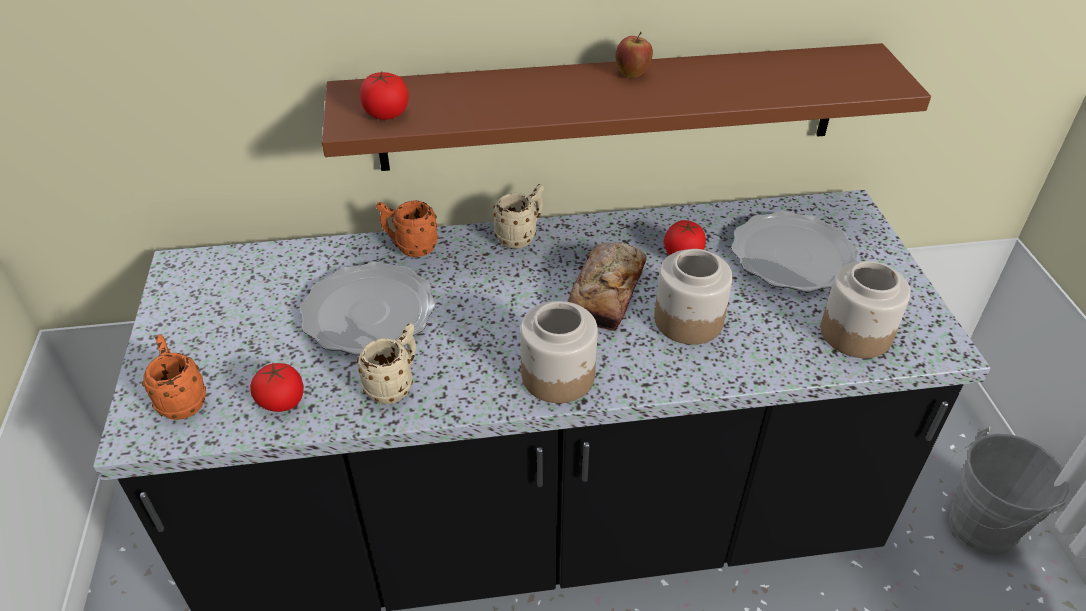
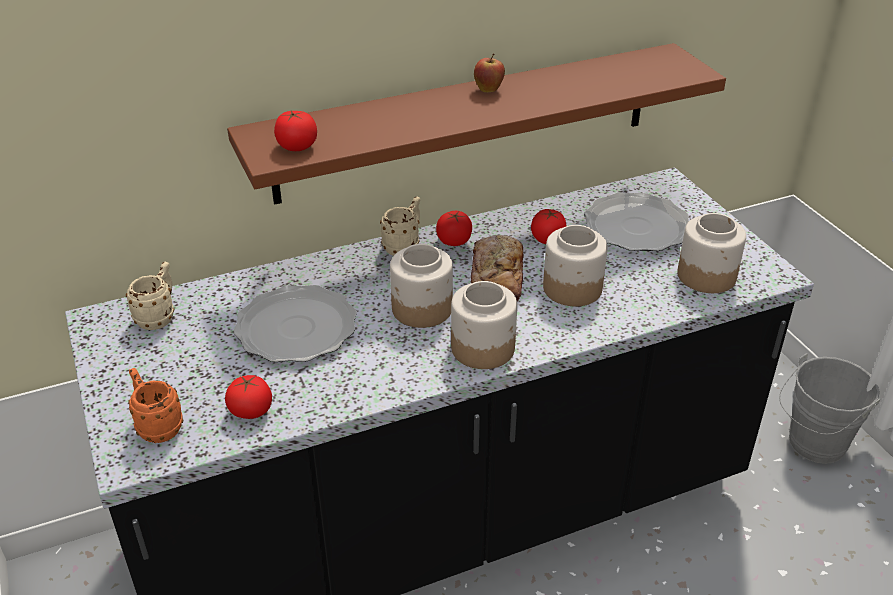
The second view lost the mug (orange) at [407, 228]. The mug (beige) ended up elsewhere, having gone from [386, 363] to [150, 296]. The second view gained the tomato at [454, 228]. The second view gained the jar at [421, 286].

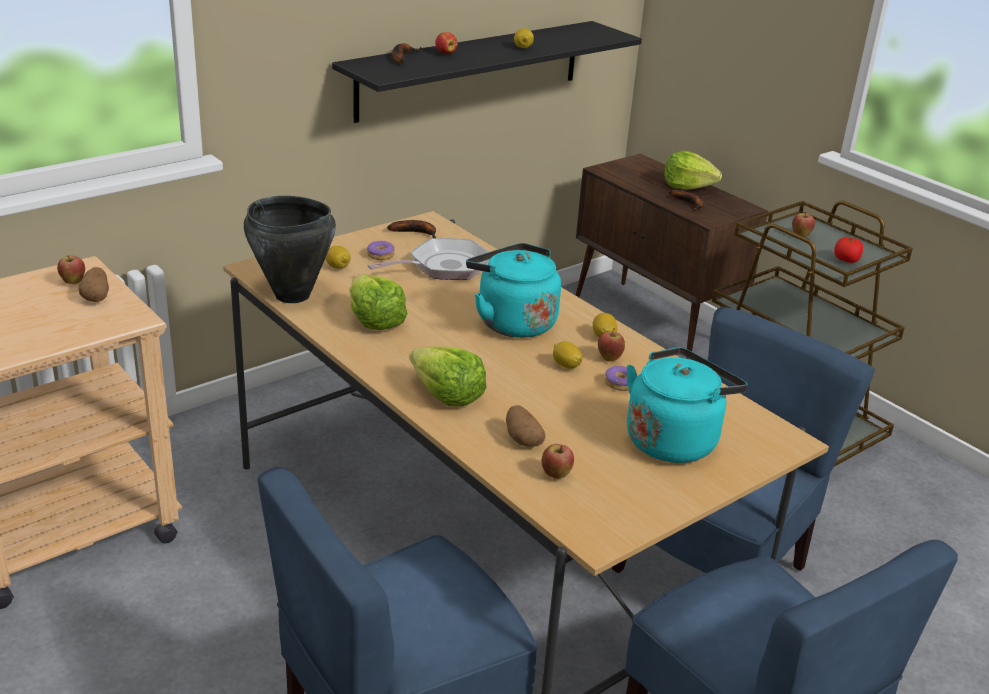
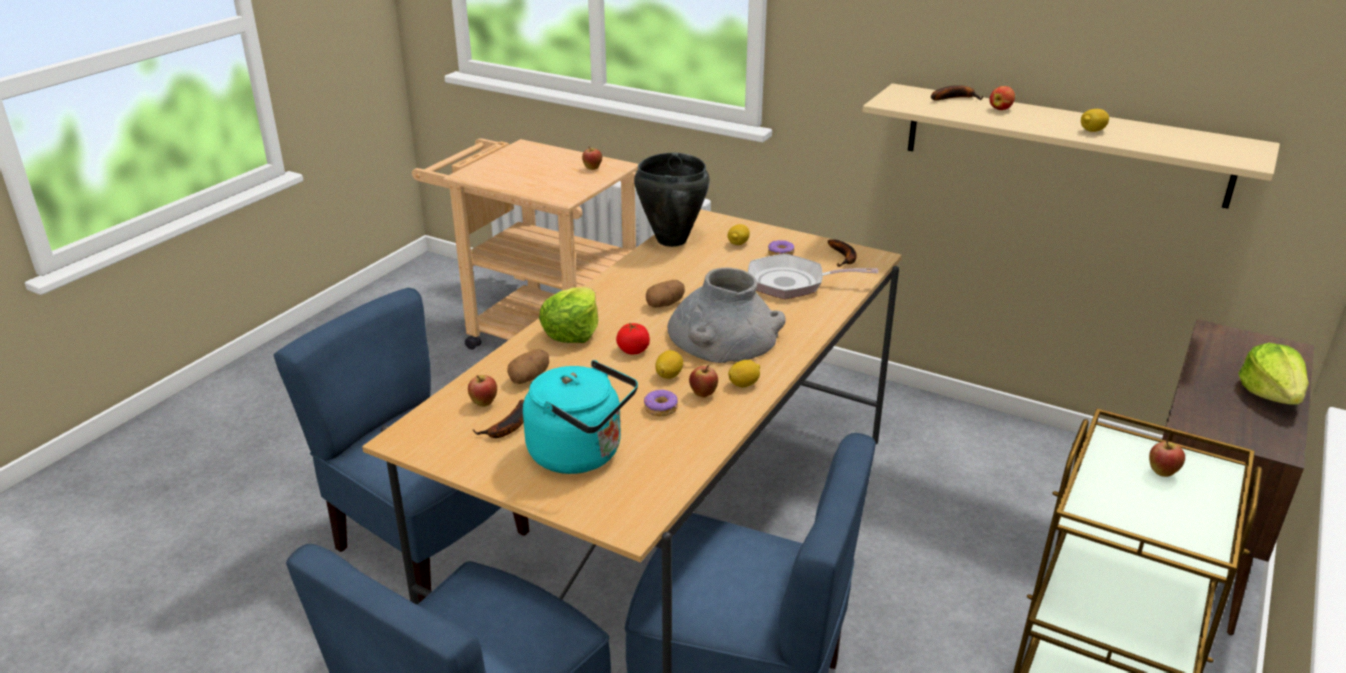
What was the shelf (black) at [487, 72] turned into the shelf (beige) at [1071, 146]. The banana ended up elsewhere, having gone from [686, 200] to [498, 418]. The tomato ended up elsewhere, having gone from [848, 249] to [633, 338]. The frying pan at [428, 259] ended up facing another way, 150 degrees clockwise from before. Where the kettle (turquoise) stood at [513, 290], the vase (grey) came to stand at [726, 315]. The potato ended up elsewhere, having gone from [93, 284] to [665, 294]. The second view lost the lettuce at [378, 302].

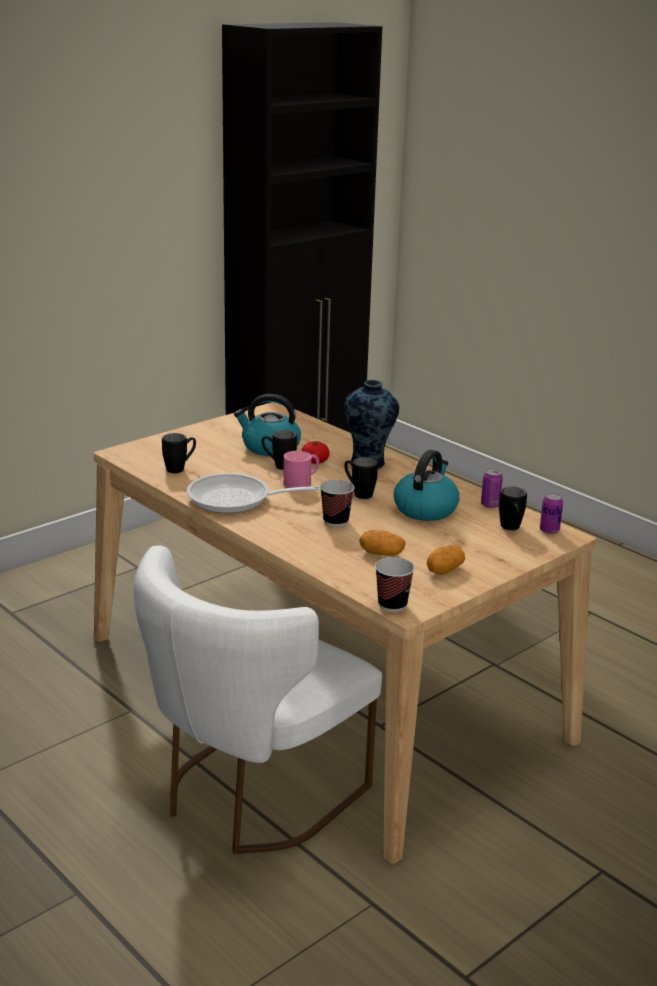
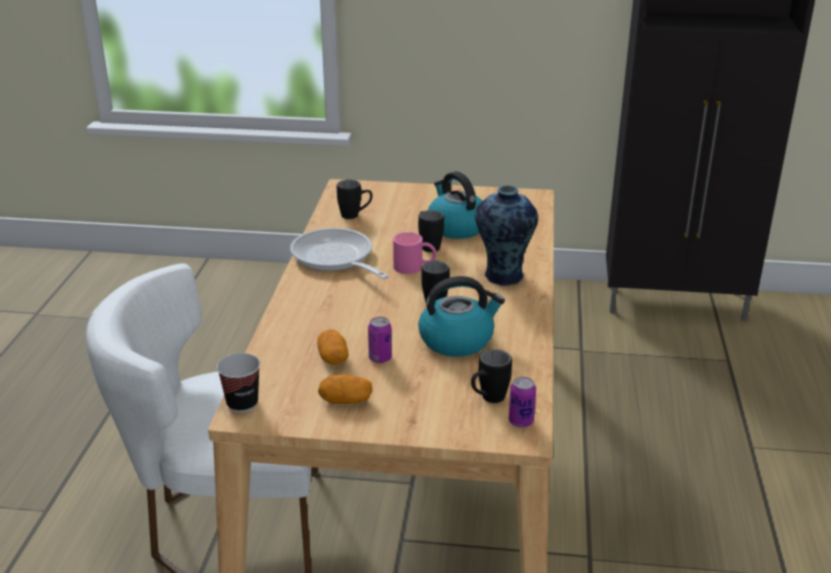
The second view lost the tomato at [315, 452]. The can ended up elsewhere, having gone from [492, 488] to [380, 340]. The second view lost the cup at [337, 503].

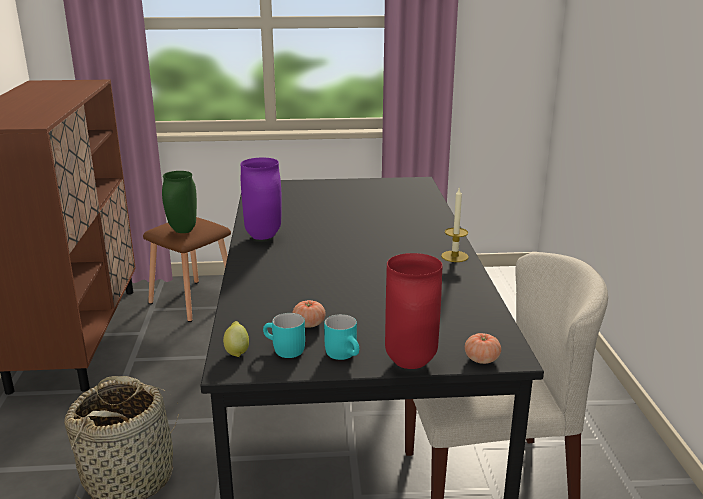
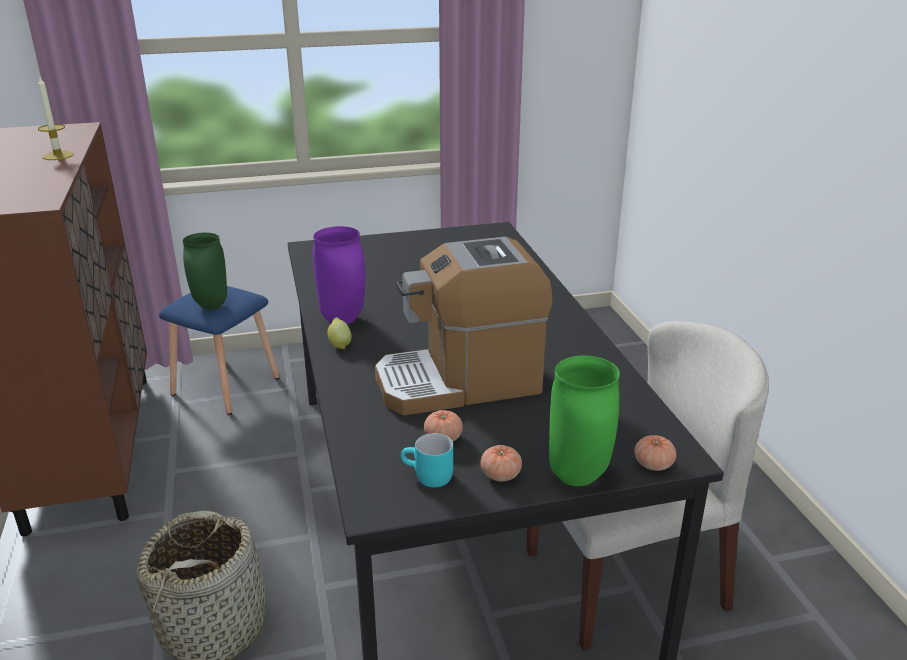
The candle ended up elsewhere, having gone from [455, 225] to [56, 117]. What was the stool (brown) at [187, 269] turned into the stool (blue) at [219, 350]. What was the vase (red) at [414, 311] turned into the vase (green) at [584, 421]. Where the mug (turquoise) stood at [341, 337], the tomato came to stand at [501, 463]. The lemon ended up elsewhere, having gone from [236, 339] to [339, 333]. The second view gained the coffee machine at [464, 326].

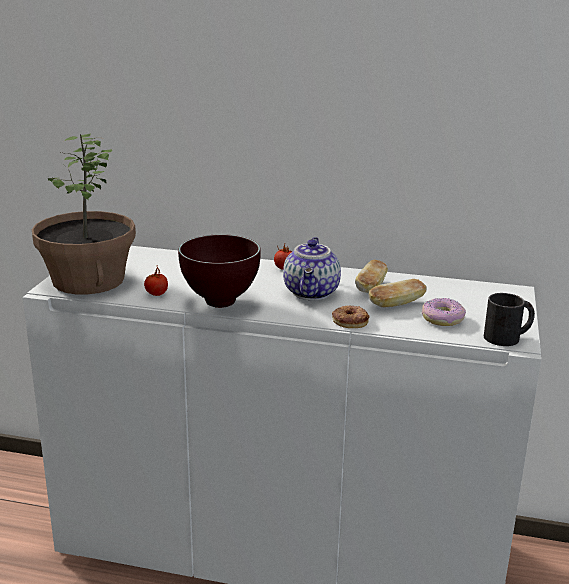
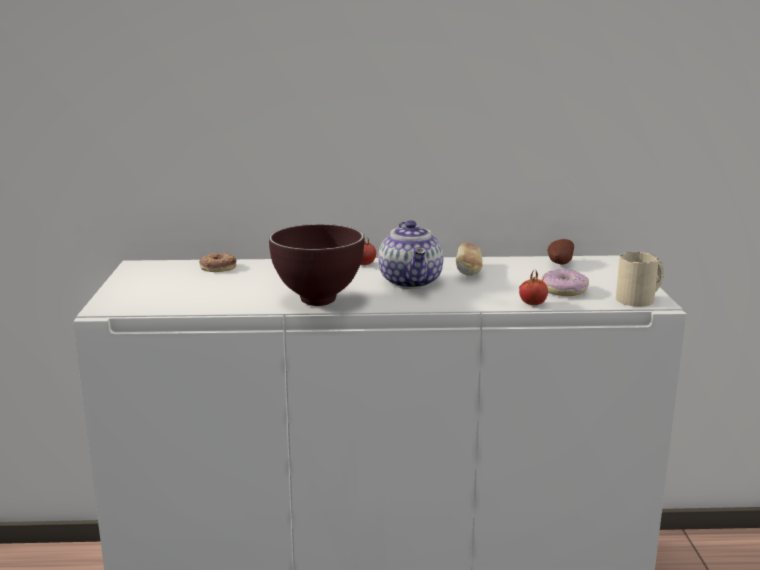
The second view lost the potted plant at [84, 214]. The tomato ended up elsewhere, having gone from [156, 281] to [533, 287]. The second view lost the bread at [397, 293]. What was the mug (black) at [509, 319] turned into the mug (beige) at [640, 279]. The donut ended up elsewhere, having gone from [350, 316] to [218, 262]. The second view gained the potato at [560, 252].

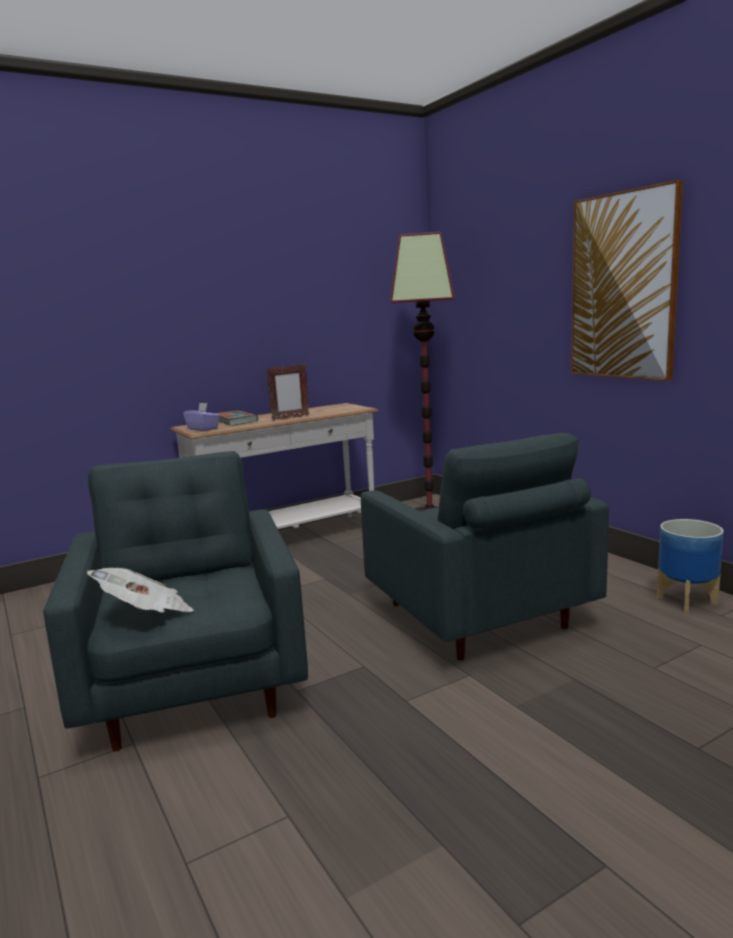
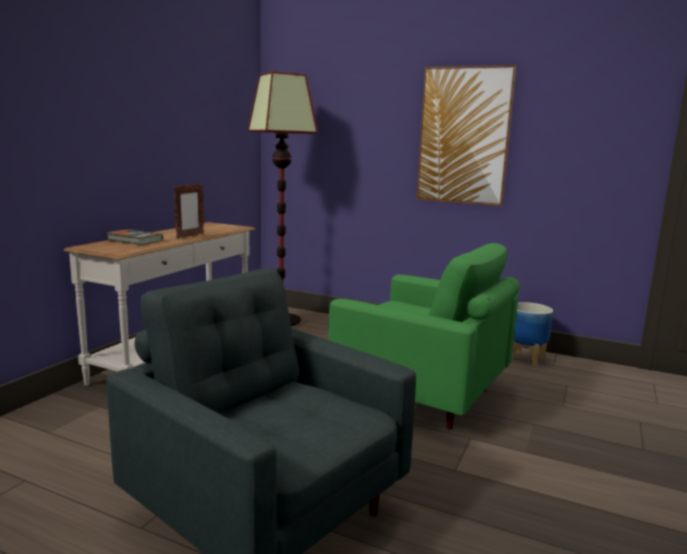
The second view lost the tissue box (purple) at [201, 417]. What was the armchair (grey) at [485, 546] turned into the armchair (green) at [424, 336]. The second view lost the newspaper at [140, 590].

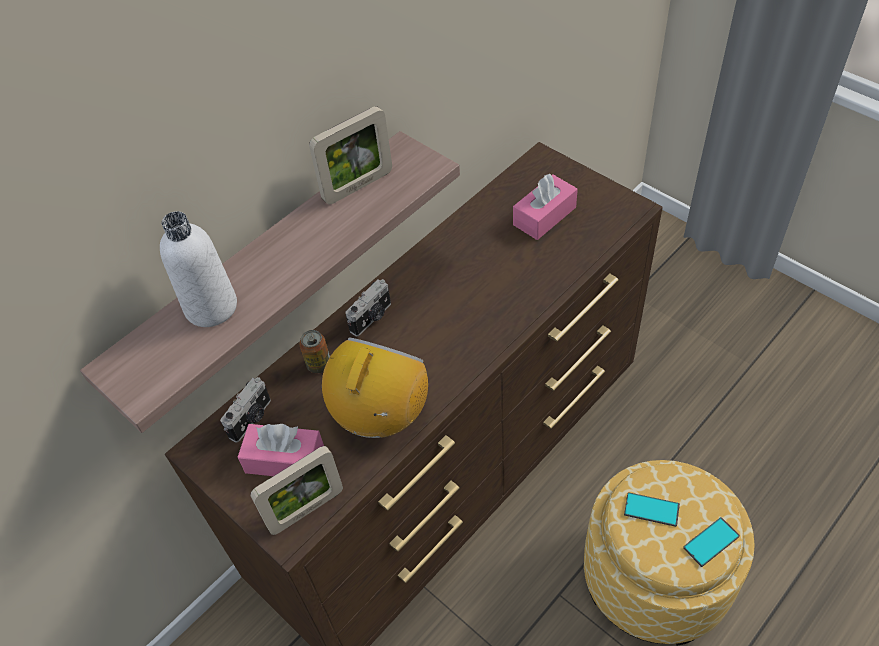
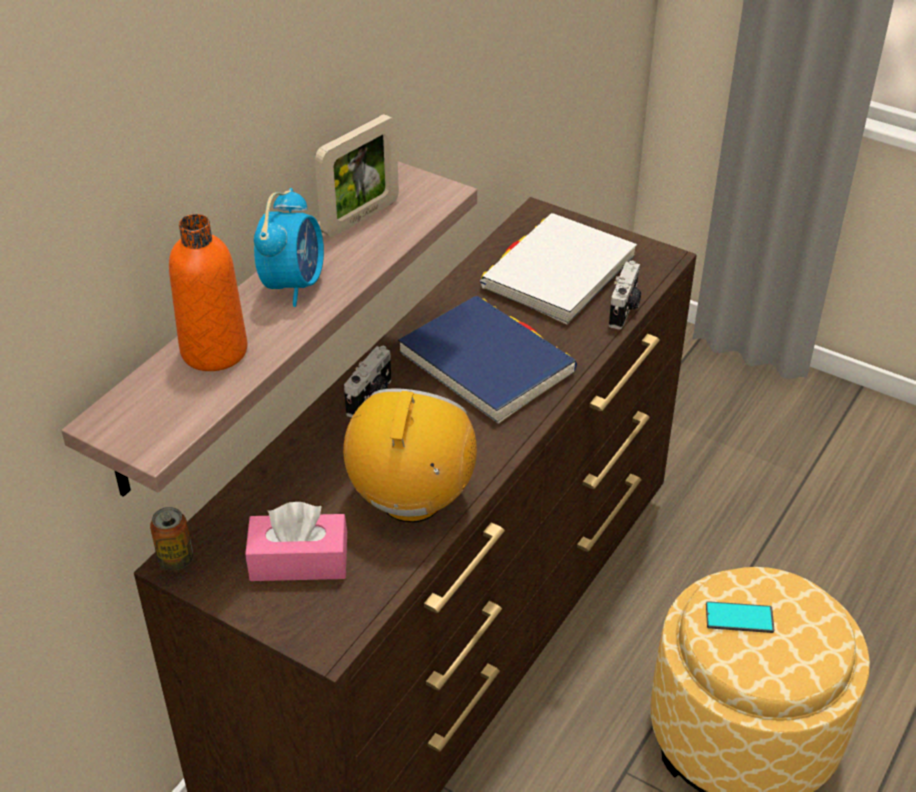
Where the tissue box (pink) stood at [545, 207], the book (white) came to stand at [558, 269]. What was the bottle (white) at [198, 269] turned into the bottle (orange) at [208, 292]. The can ended up elsewhere, having gone from [314, 351] to [171, 538]. The photo camera ended up elsewhere, having gone from [245, 410] to [625, 295]. The second view lost the picture frame at [296, 490]. The second view lost the phone at [711, 542]. The second view gained the alarm clock at [289, 247]. The second view gained the book (blue) at [487, 359].

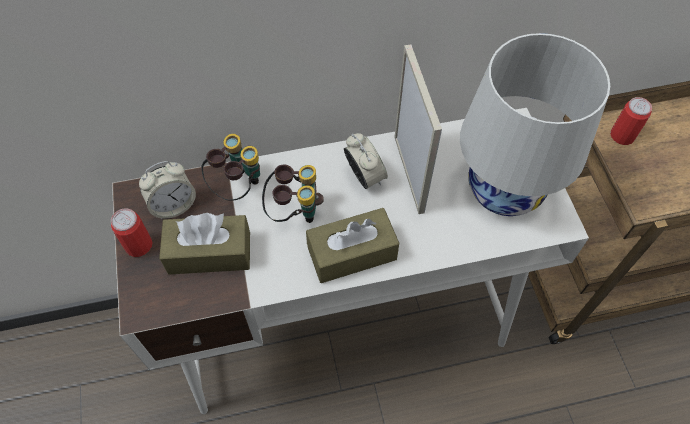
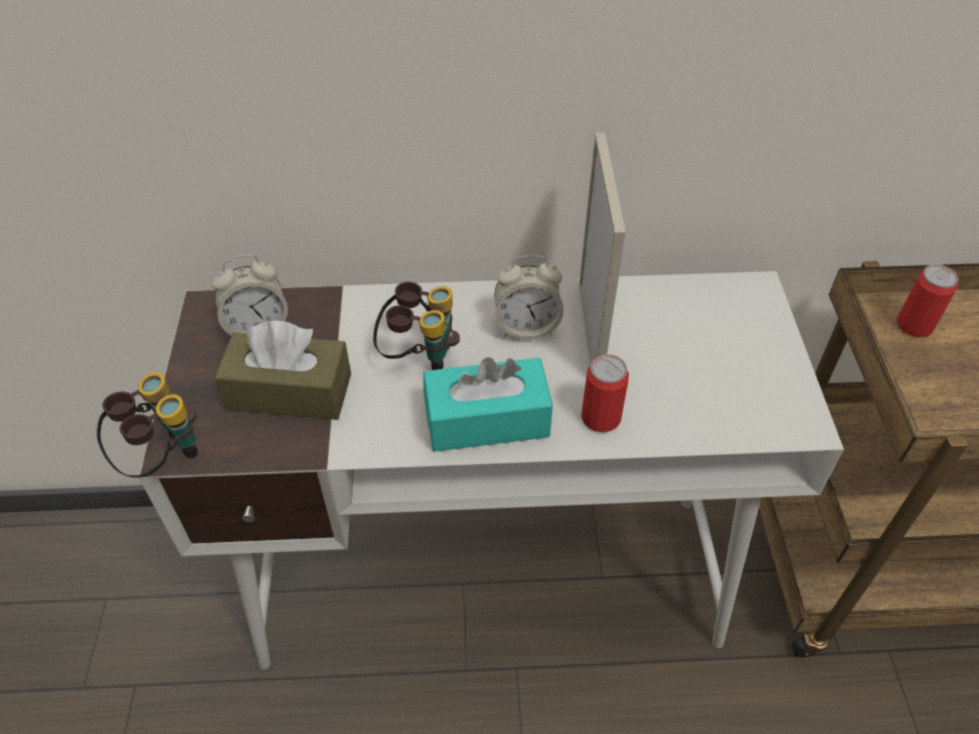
The second view lost the table lamp (white) at [535, 124]. The alarm clock at [366, 161] ended up facing another way, 105 degrees clockwise from before. The binoculars ended up elsewhere, having gone from [230, 167] to [147, 425]. The can ended up elsewhere, having gone from [131, 232] to [605, 393]. What was the tissue box (brown) at [352, 245] turned into the tissue box (turquoise) at [488, 404].

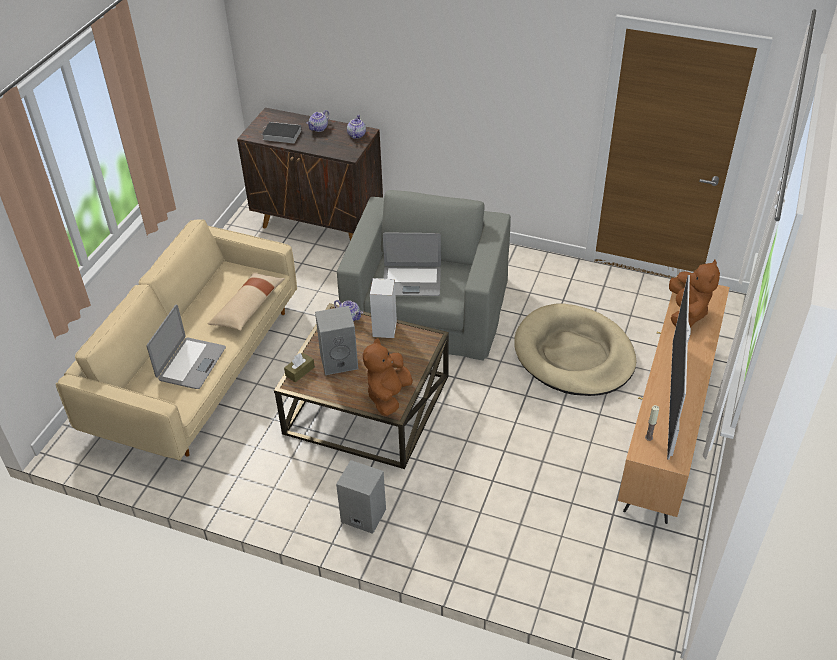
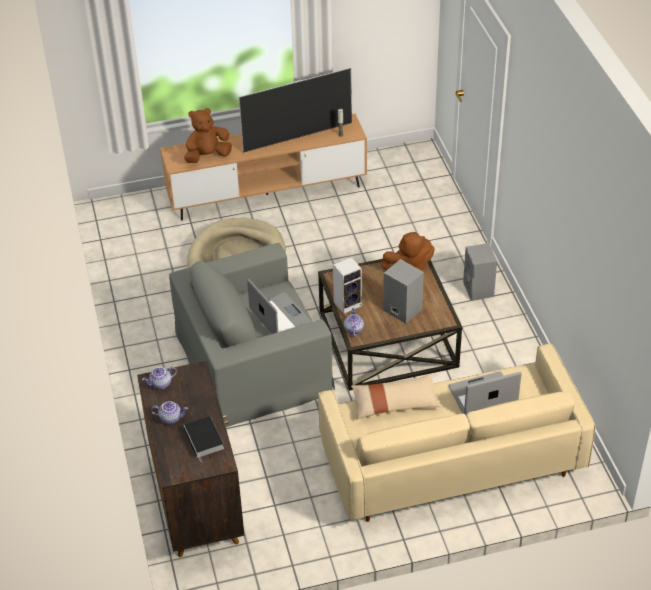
The second view lost the tissue box (brown) at [299, 367].

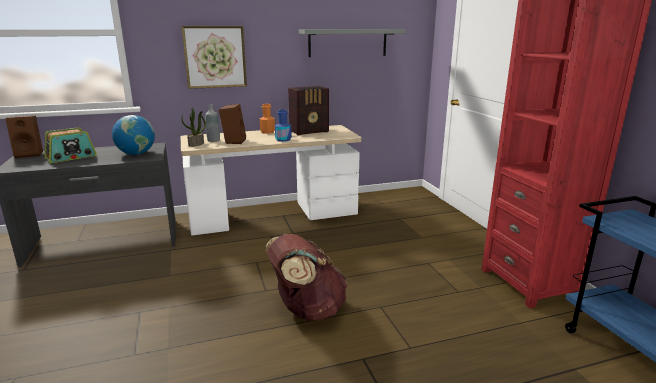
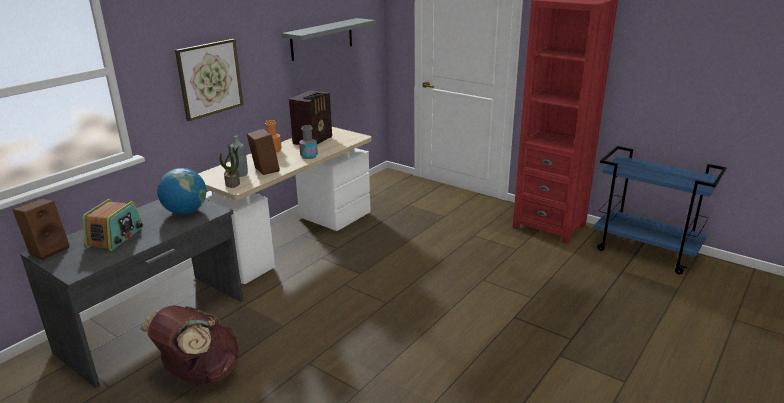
What was the bottle (blue) at [283, 126] turned into the bottle (grey) at [308, 142]. The backpack (brown) ended up elsewhere, having gone from [307, 277] to [189, 345].

